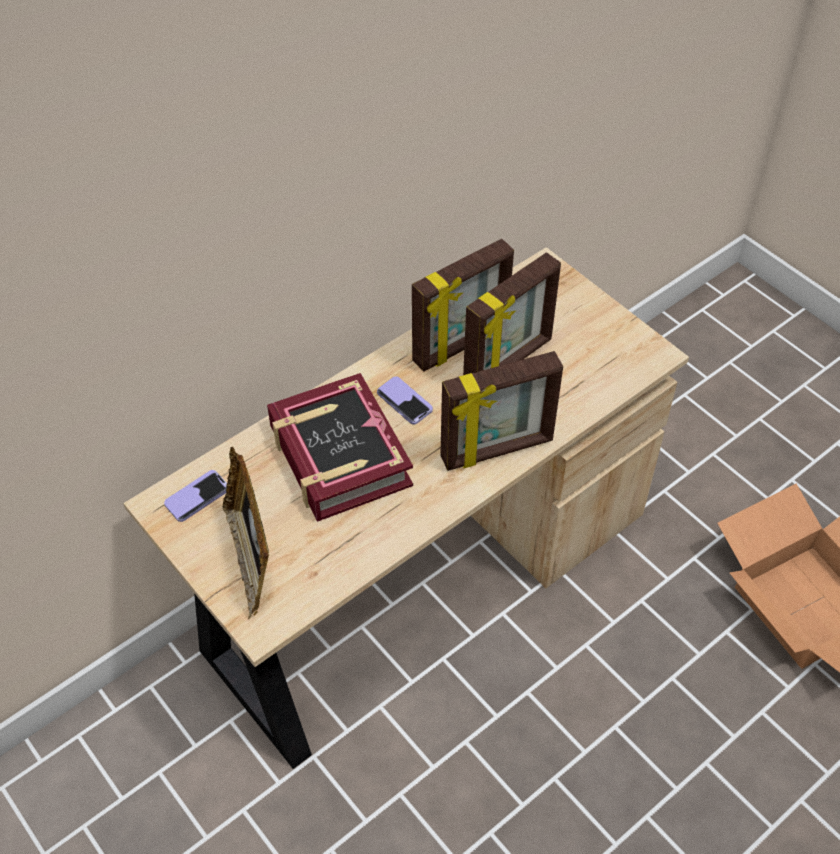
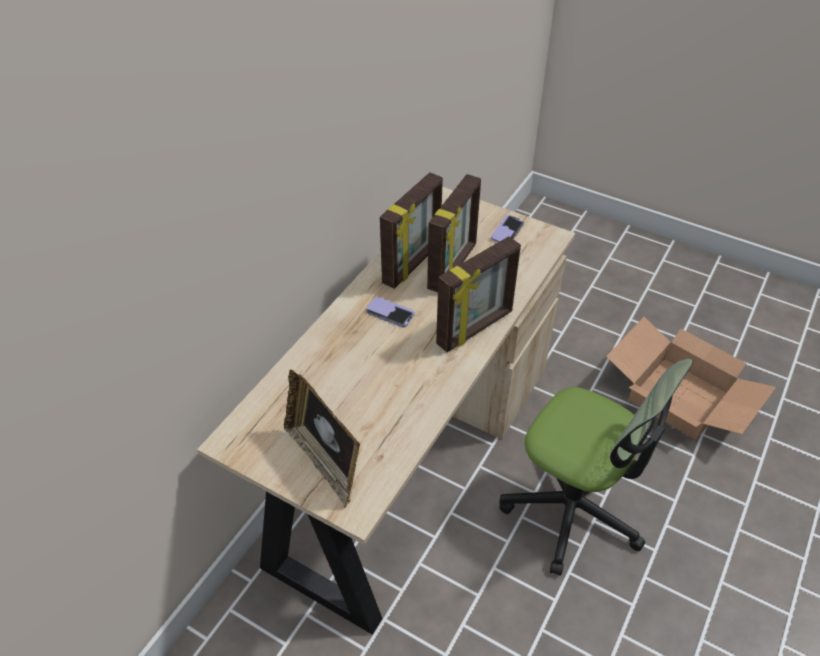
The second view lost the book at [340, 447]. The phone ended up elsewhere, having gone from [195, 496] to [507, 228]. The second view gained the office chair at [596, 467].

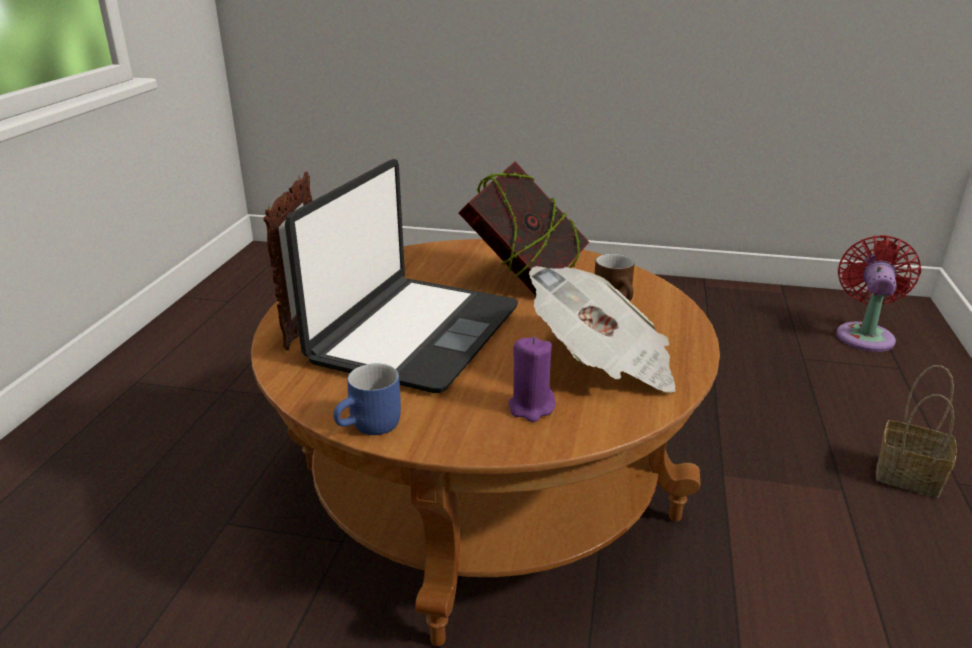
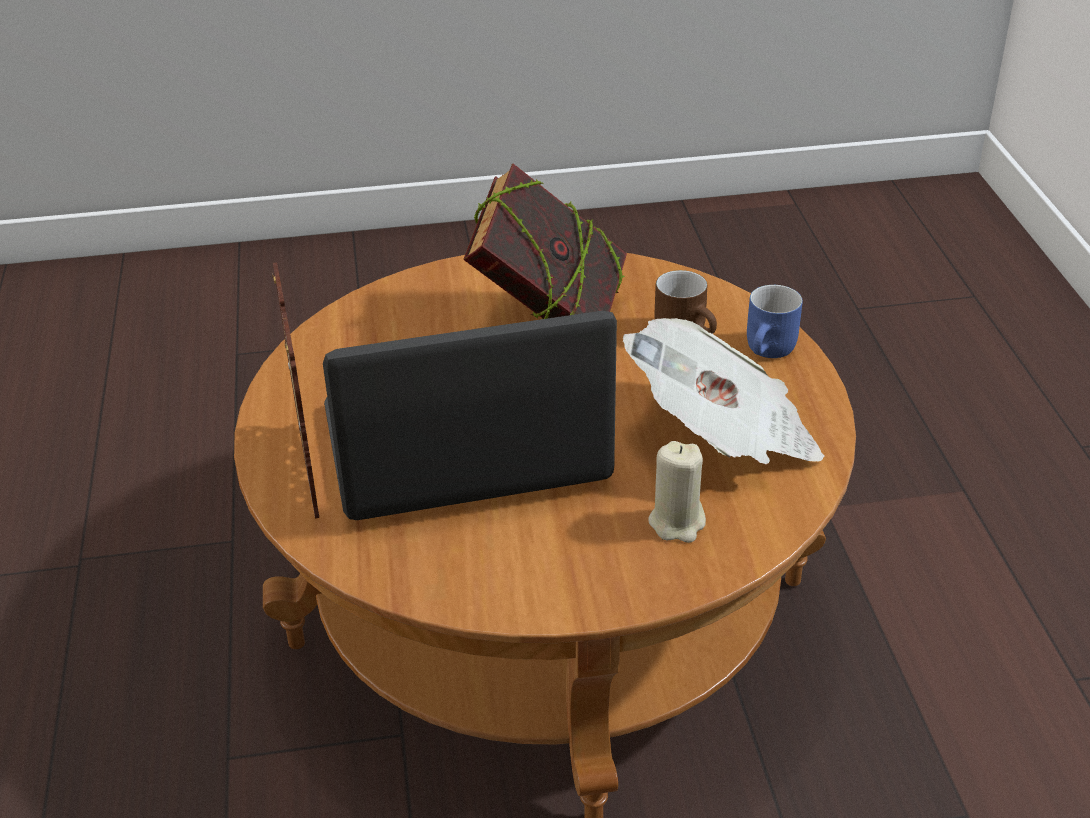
The laptop at [401, 276] ended up facing another way, 105 degrees counterclockwise from before. The second view lost the fan (red) at [878, 293]. What was the candle (purple) at [532, 379] turned into the candle (beige) at [677, 492]. The mug (blue) ended up elsewhere, having gone from [367, 399] to [775, 321]. The second view lost the basket at [916, 431].

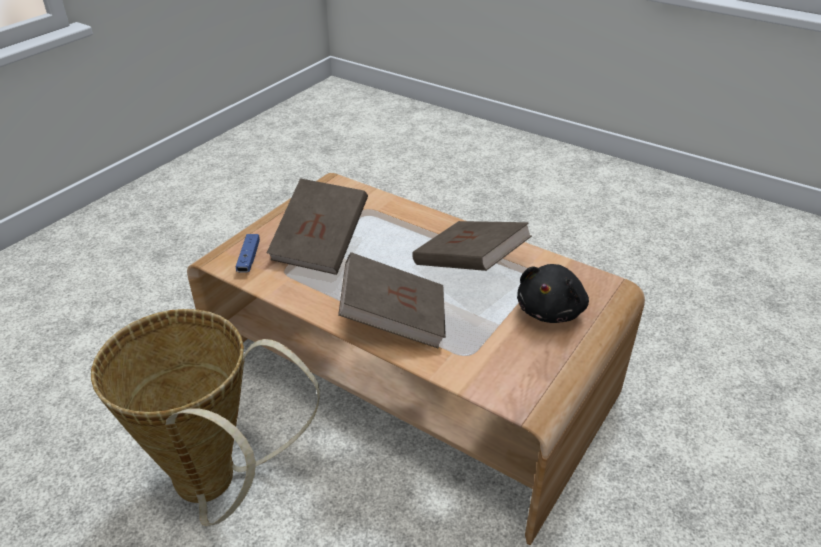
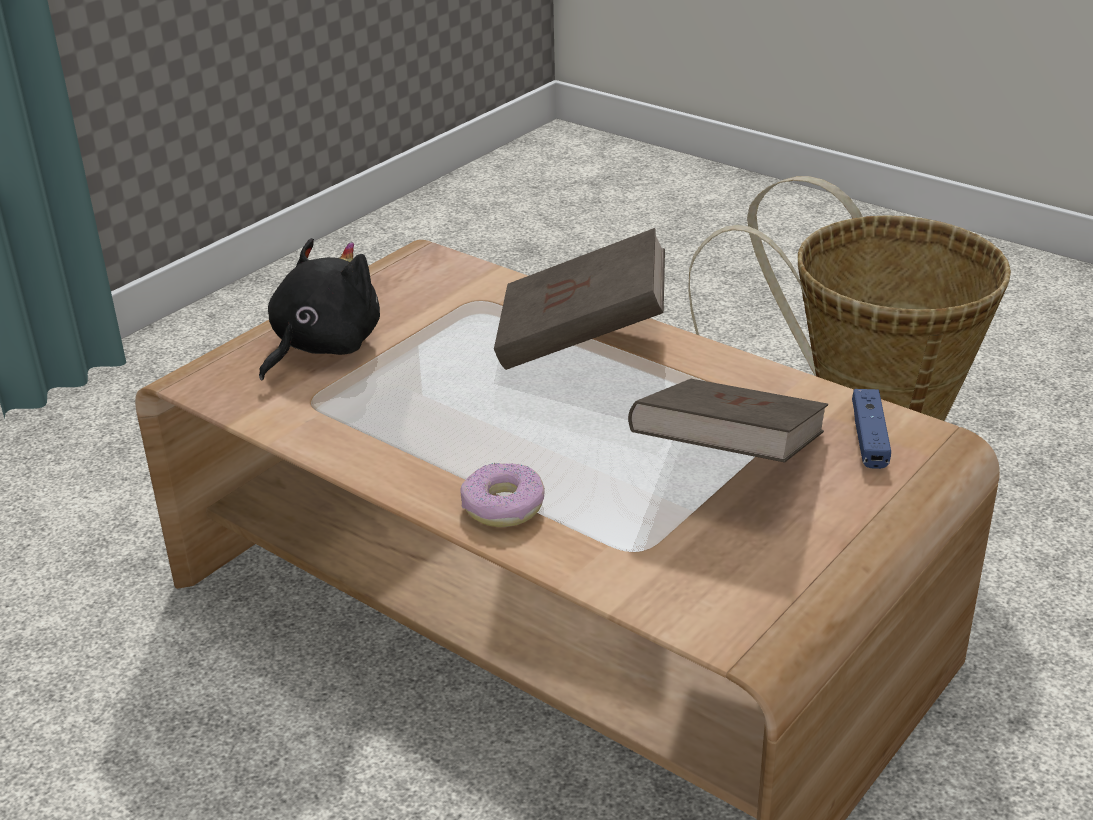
The second view lost the book (brown) at [472, 246]. The second view gained the donut at [502, 495].

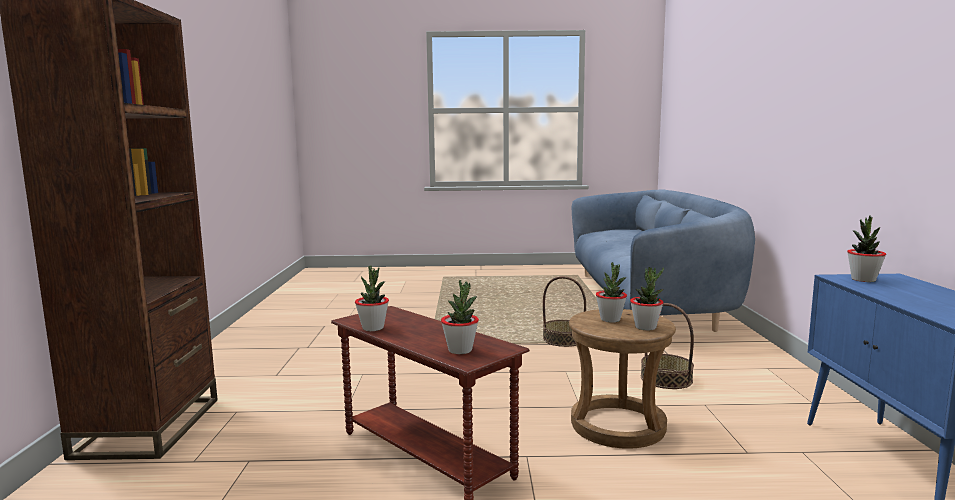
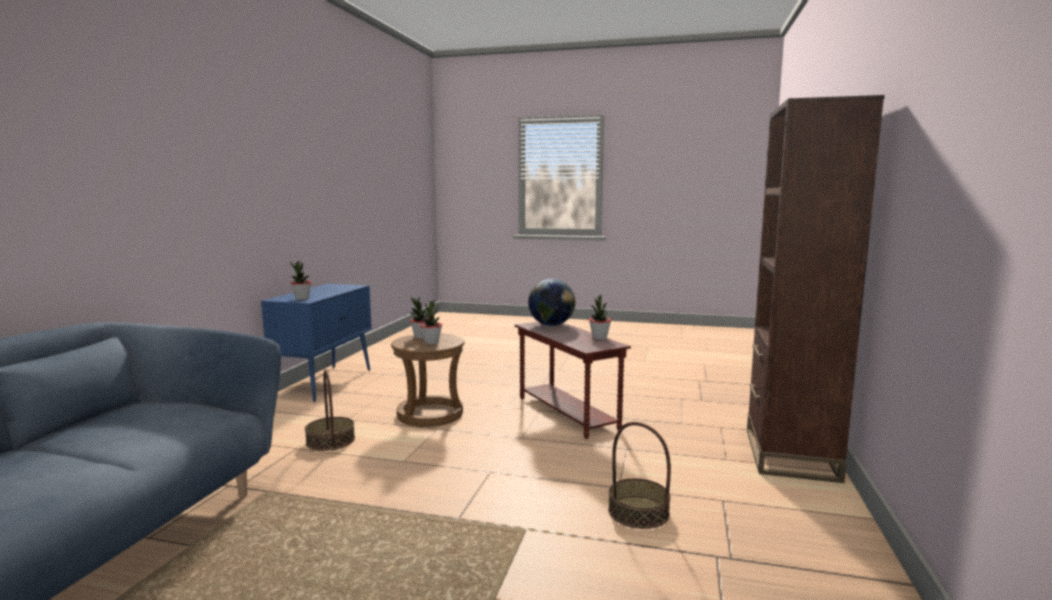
The basket ended up elsewhere, having gone from [564, 311] to [639, 475]. Where the potted plant stood at [460, 317], the globe came to stand at [551, 302].

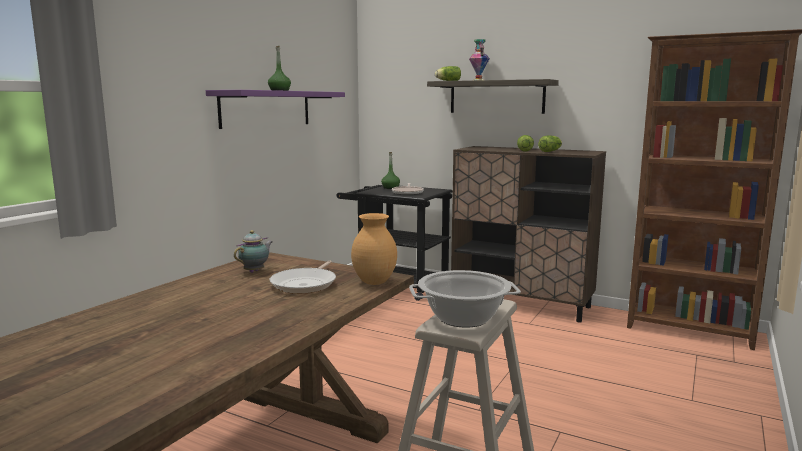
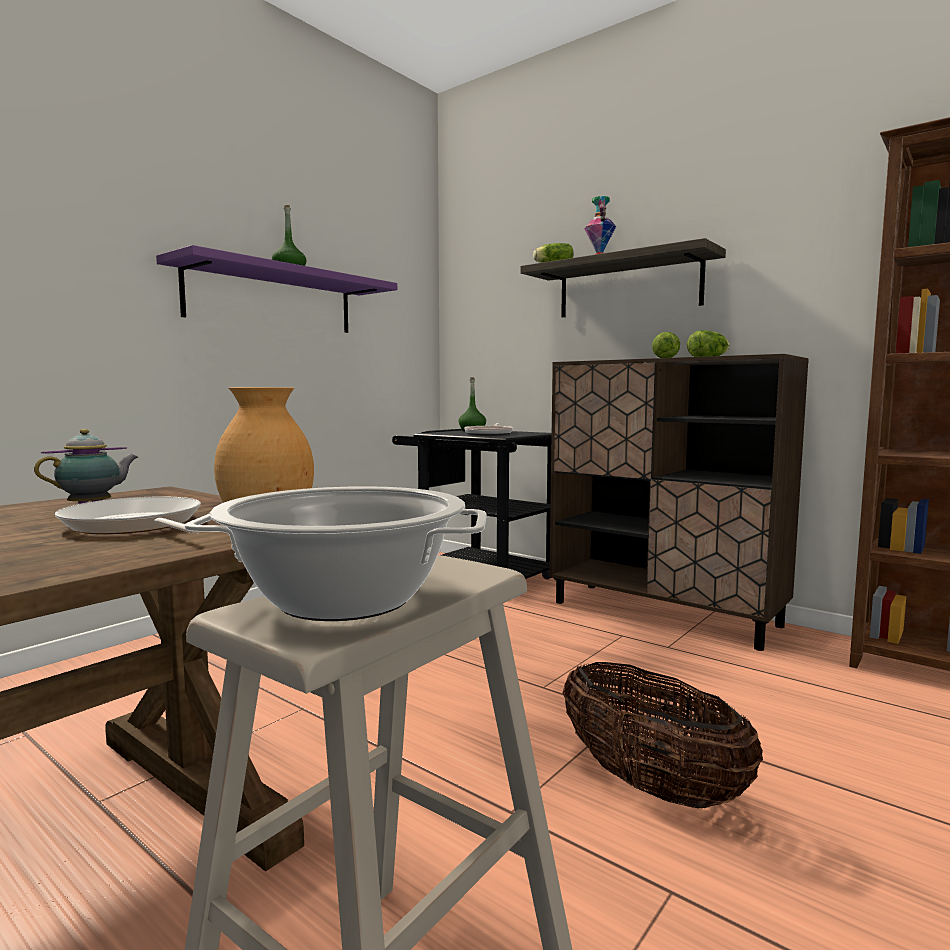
The frying pan at [303, 277] ended up facing another way, 105 degrees clockwise from before. The second view gained the basket at [663, 735].

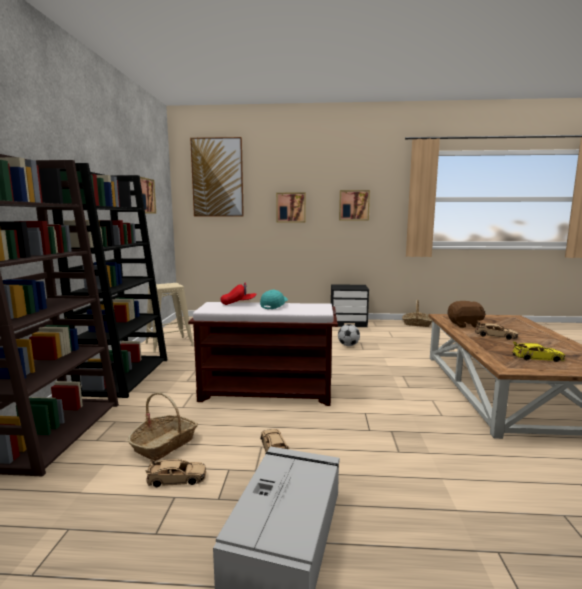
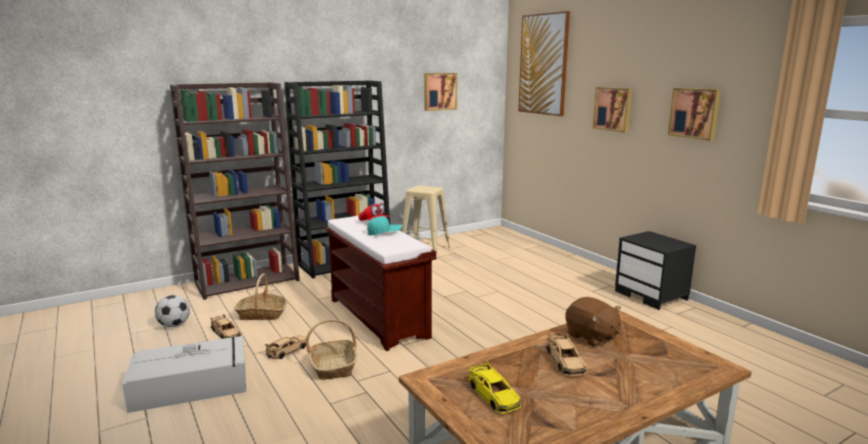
The basket ended up elsewhere, having gone from [417, 313] to [331, 350]. The football ended up elsewhere, having gone from [349, 335] to [172, 311].

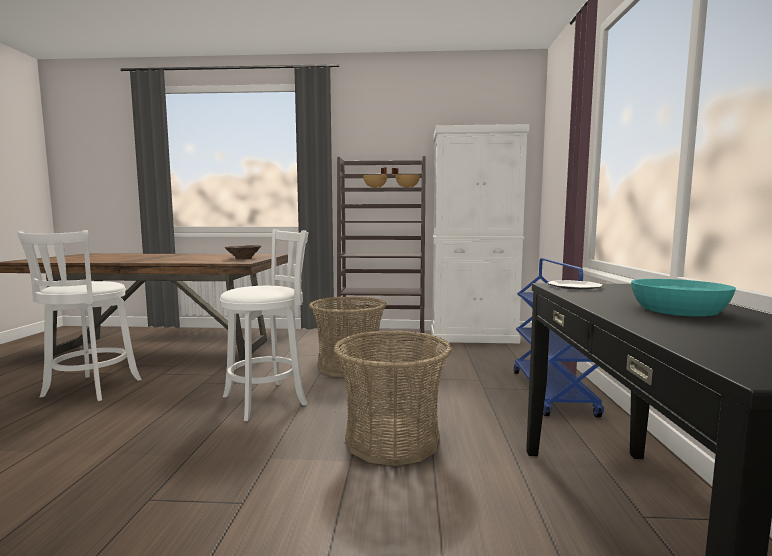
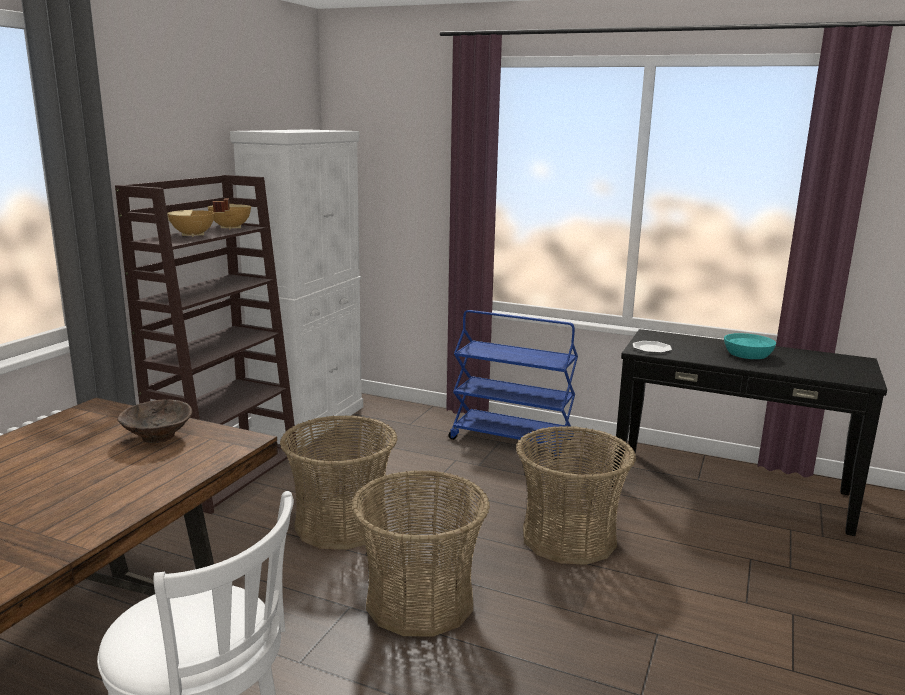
Where the stool (white) stood at [264, 325], the basket came to stand at [420, 553].

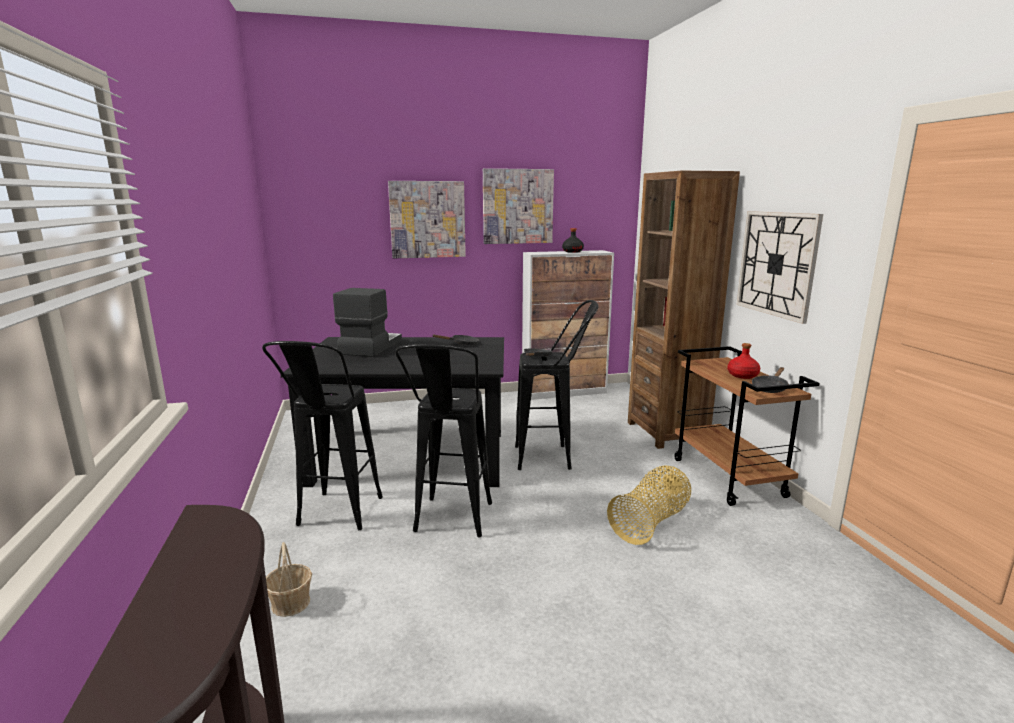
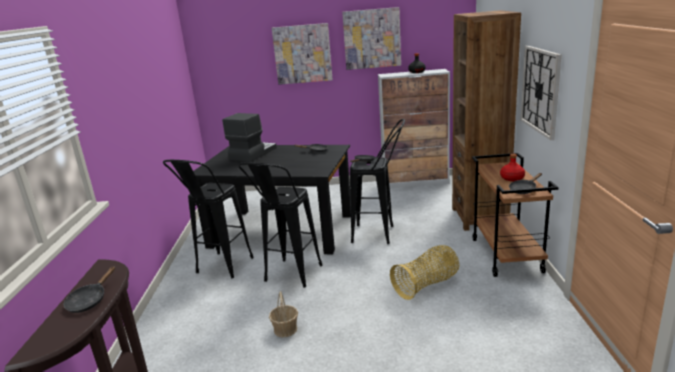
The basket ended up elsewhere, having gone from [289, 579] to [283, 314]. The second view gained the frying pan (black) at [89, 289].

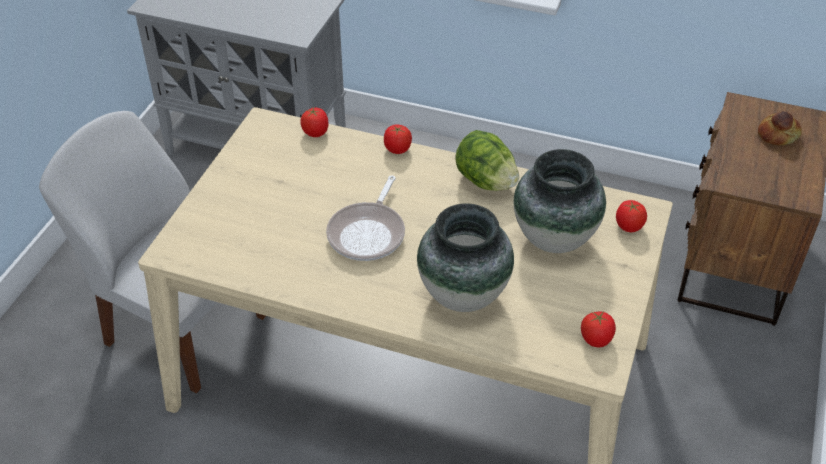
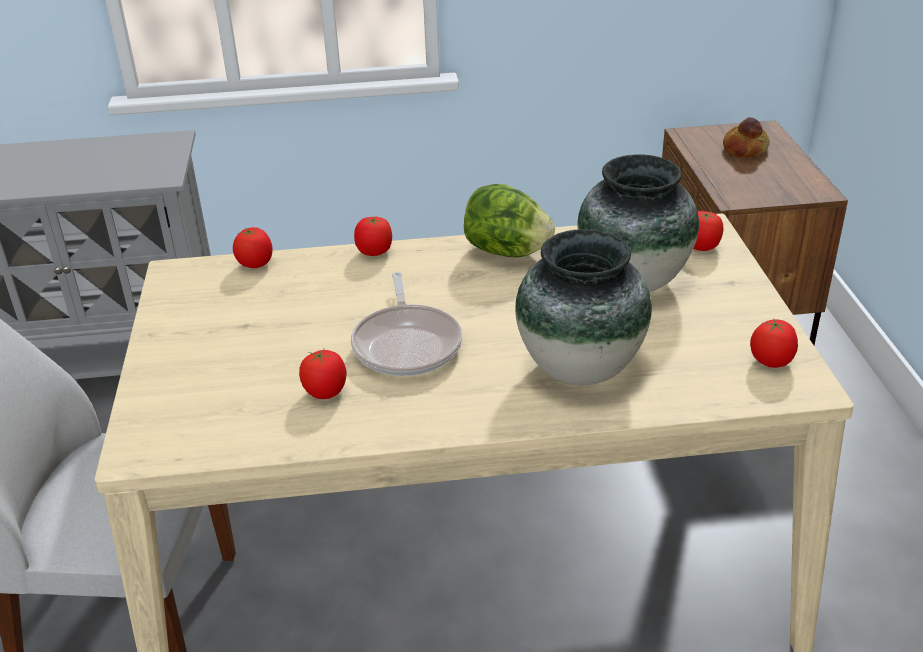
The second view gained the tomato at [323, 374].

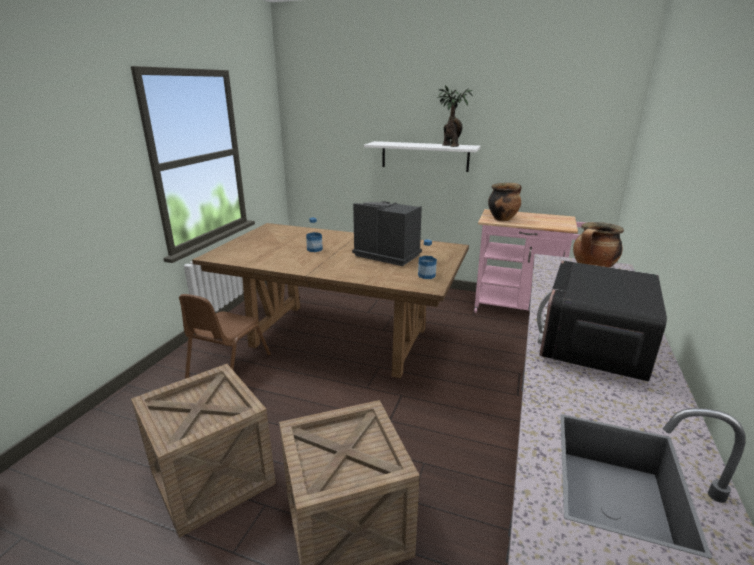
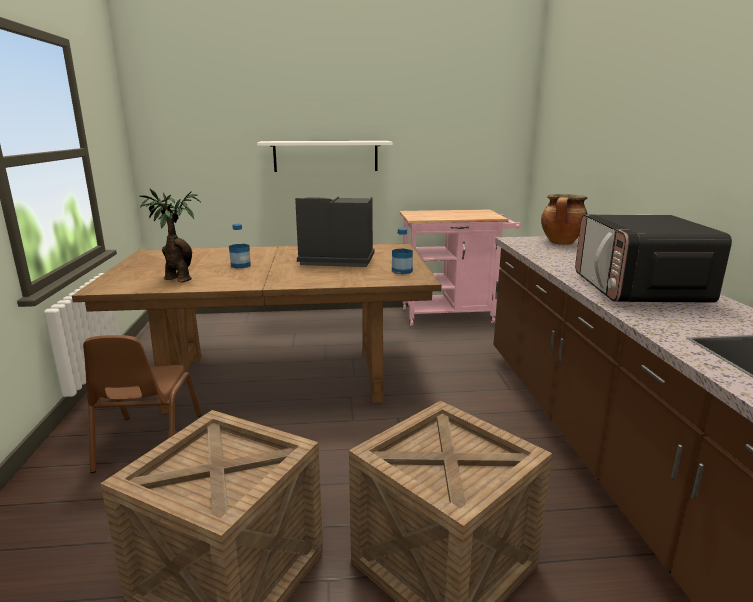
The potted plant ended up elsewhere, having gone from [455, 116] to [170, 235]. The second view lost the cooking pot at [504, 202].

